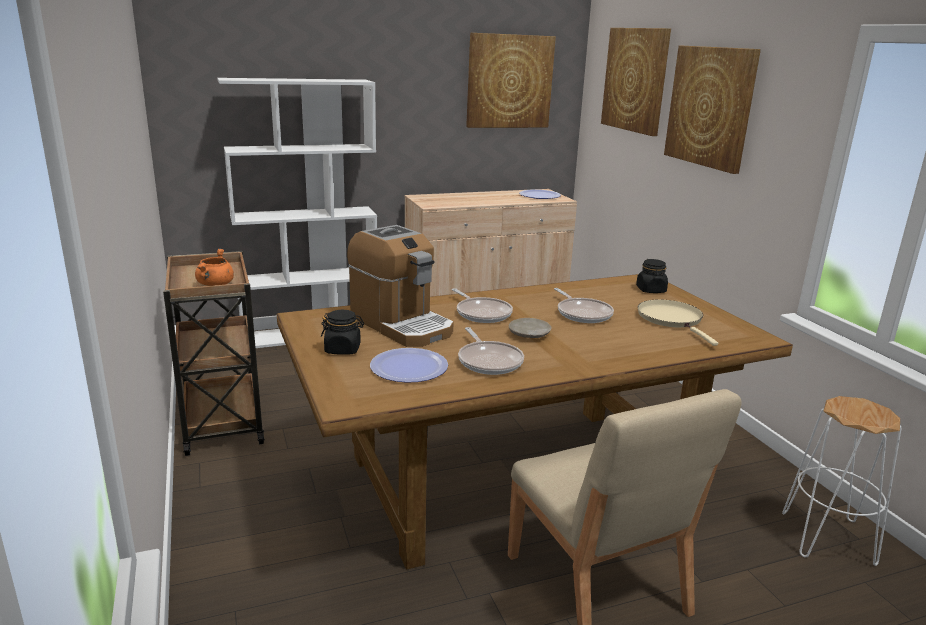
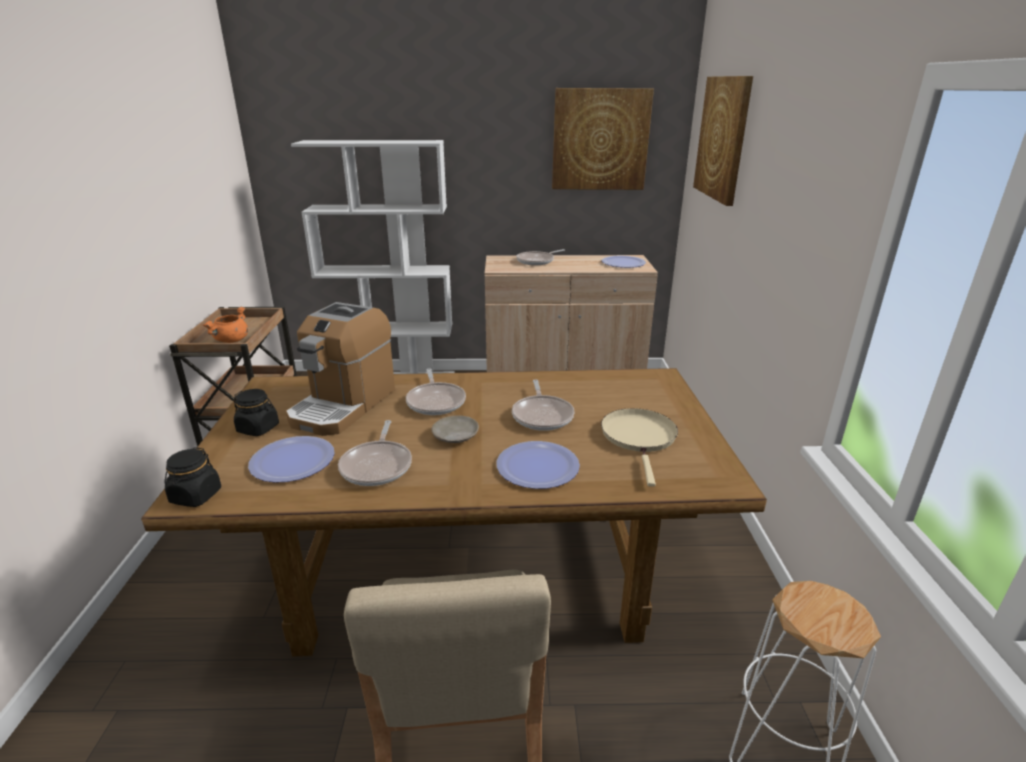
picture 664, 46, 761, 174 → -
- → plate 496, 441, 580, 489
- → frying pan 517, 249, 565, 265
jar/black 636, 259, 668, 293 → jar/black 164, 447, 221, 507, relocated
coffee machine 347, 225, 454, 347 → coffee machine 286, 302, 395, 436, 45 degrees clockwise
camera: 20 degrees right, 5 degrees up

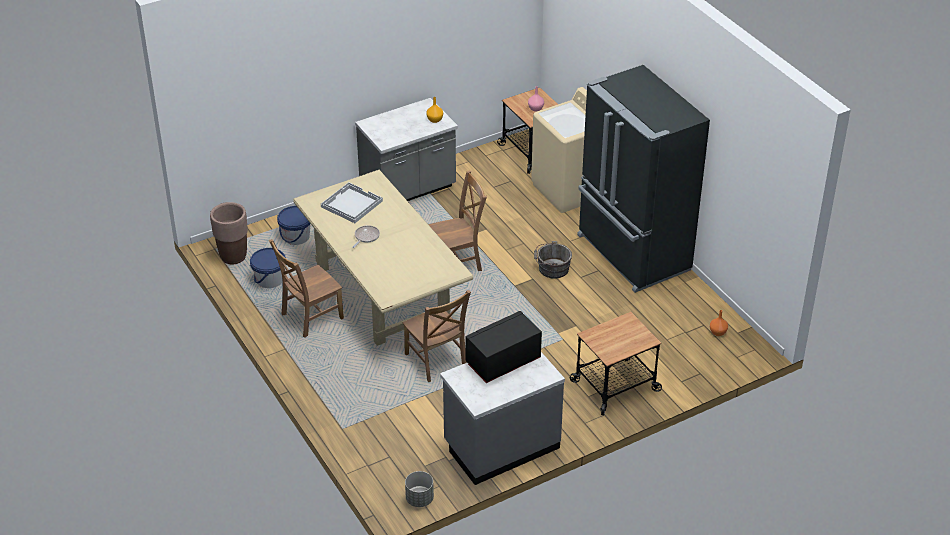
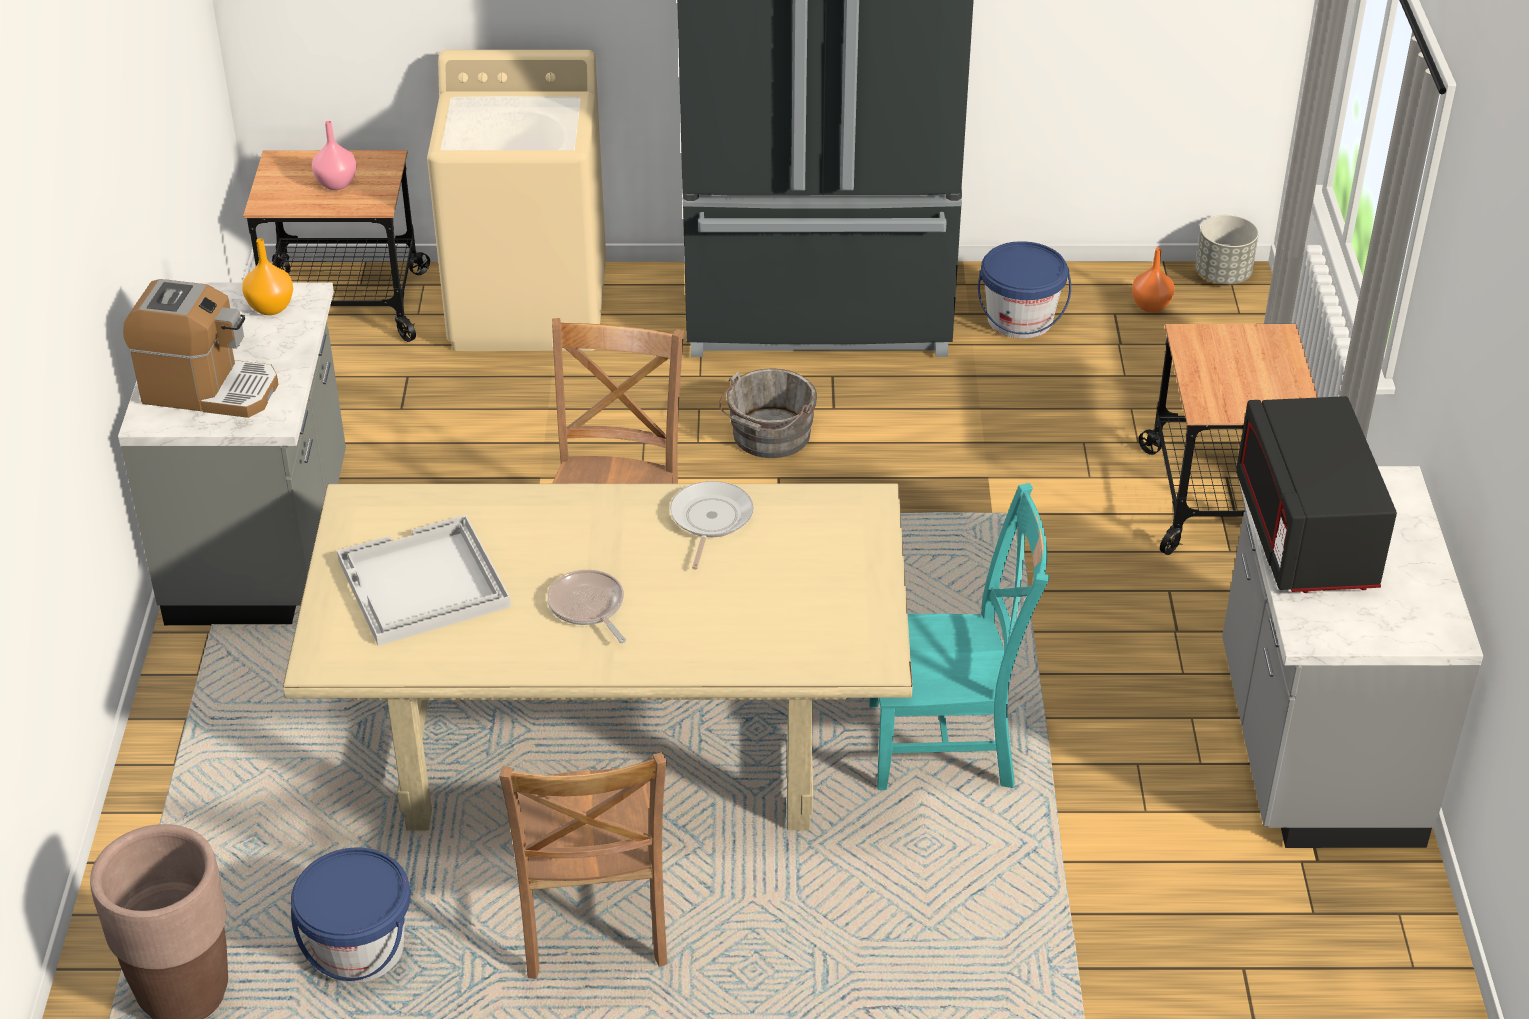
- → coffee machine 123, 279, 279, 418
- → frying pan 670, 481, 754, 570
bucket/blue 277, 206, 311, 245 → bucket/blue 978, 241, 1071, 338, relocated
planter/grey 405, 471, 434, 507 → planter/grey 1195, 215, 1259, 284, relocated
chair/brown 403, 290, 471, 382 → chair/turquoise 869, 483, 1050, 790
camera: 60 degrees left, 0 degrees up

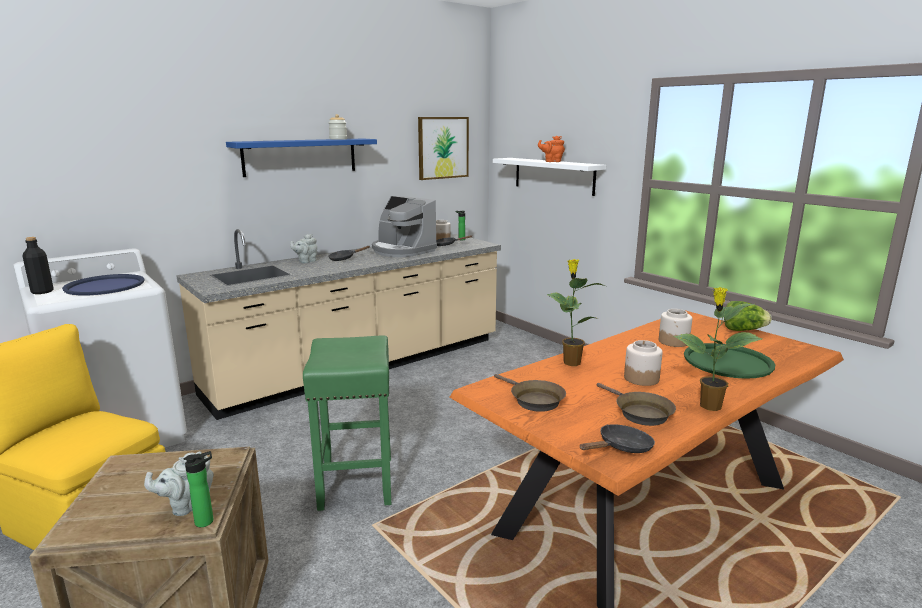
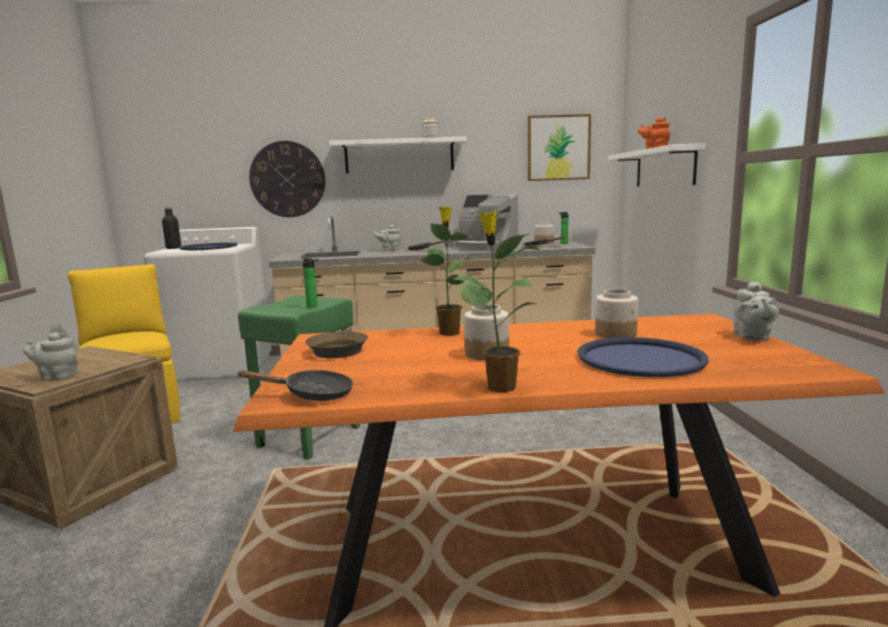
frying pan/brown 597, 383, 676, 426 → -
- → wall clock 249, 141, 325, 217
bottle 184, 451, 213, 527 → bottle 303, 258, 319, 307, relocated
lettuce 724, 301, 772, 331 → teapot/grey 733, 281, 779, 341
shelf/blue 226, 139, 377, 177 → shelf/white 329, 136, 467, 174
tray/green 684, 343, 775, 379 → tray/blue 578, 337, 709, 377
coffee machine 372, 196, 437, 257 → coffee machine 455, 194, 518, 251, 45 degrees counterclockwise
camera: 35 degrees right, 5 degrees down

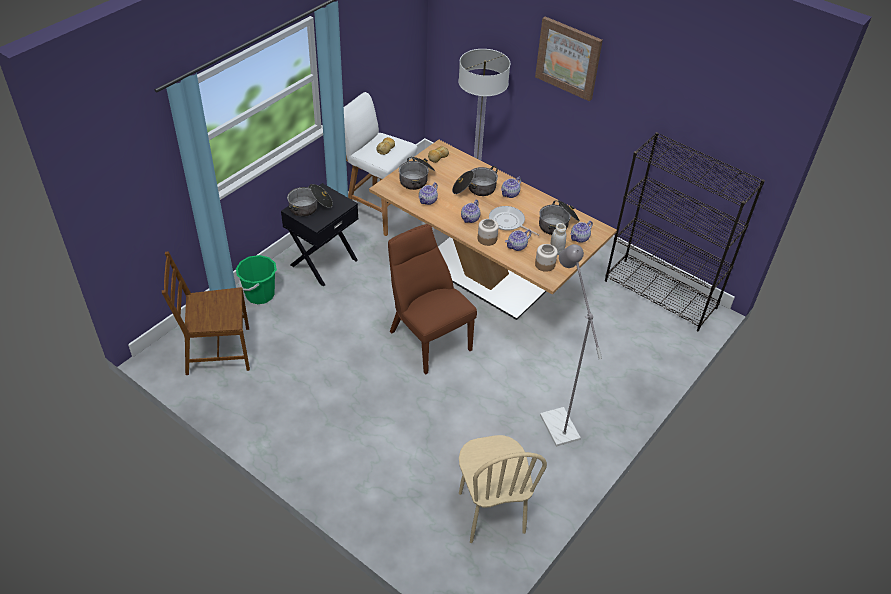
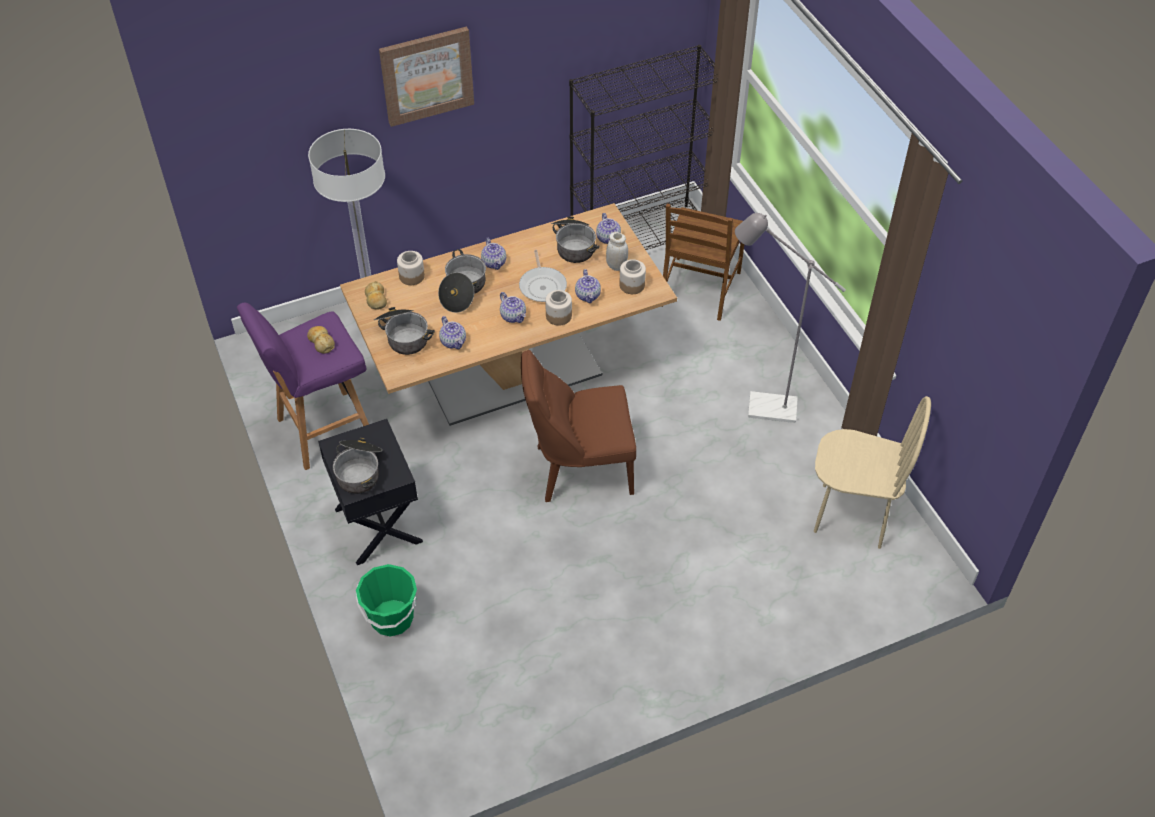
- → jar 397, 251, 425, 285
chair/brown 162, 251, 250, 375 → chair/brown 661, 204, 744, 321, relocated
stool/white 344, 92, 418, 236 → stool/purple 237, 303, 369, 470
frying pan 489, 206, 539, 236 → frying pan 519, 250, 567, 302, 75 degrees counterclockwise
camera: 60 degrees left, 5 degrees up

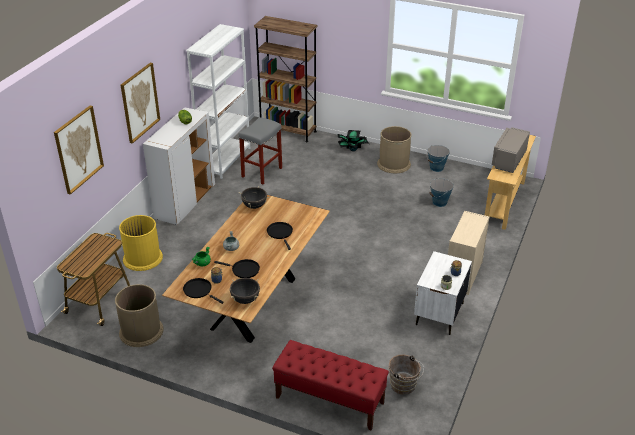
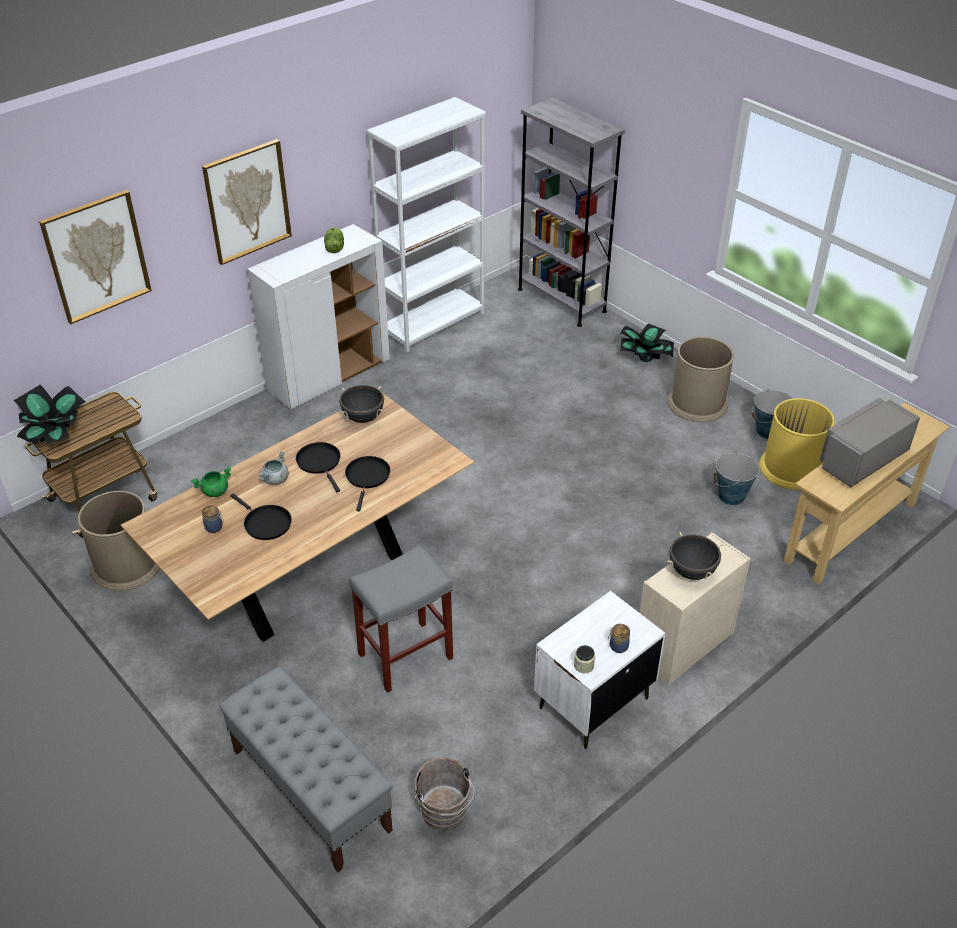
- → potted plant 13, 385, 85, 445
trash can/yellow 119, 215, 163, 271 → trash can/yellow 759, 398, 835, 490, relocated
frying pan/black 183, 278, 224, 304 → frying pan/black 296, 442, 340, 492, relocated
cooking pot/black 230, 278, 260, 304 → cooking pot/black 667, 532, 723, 580, relocated
stool/grey 238, 117, 282, 184 → stool/grey 349, 545, 453, 693, relocated
bookcase/brown 254, 16, 317, 143 → bookcase/grey 518, 97, 625, 327
bench/red 272, 340, 389, 430 → bench/grey 219, 666, 393, 872
camera: 25 degrees right, 5 degrees up

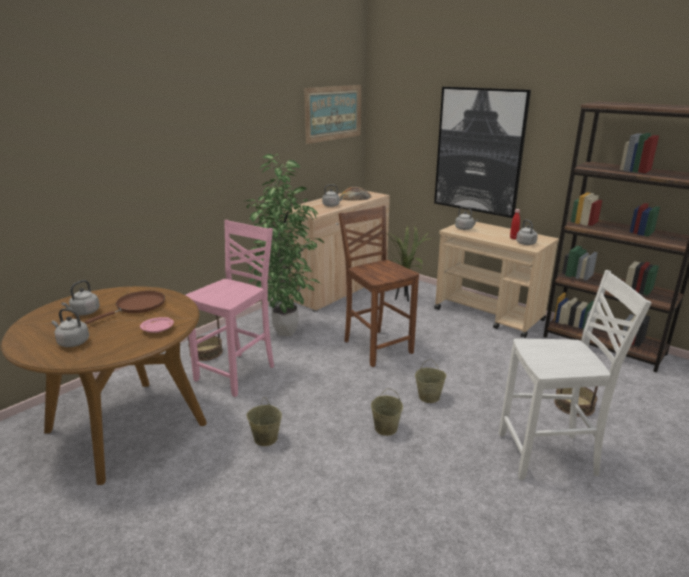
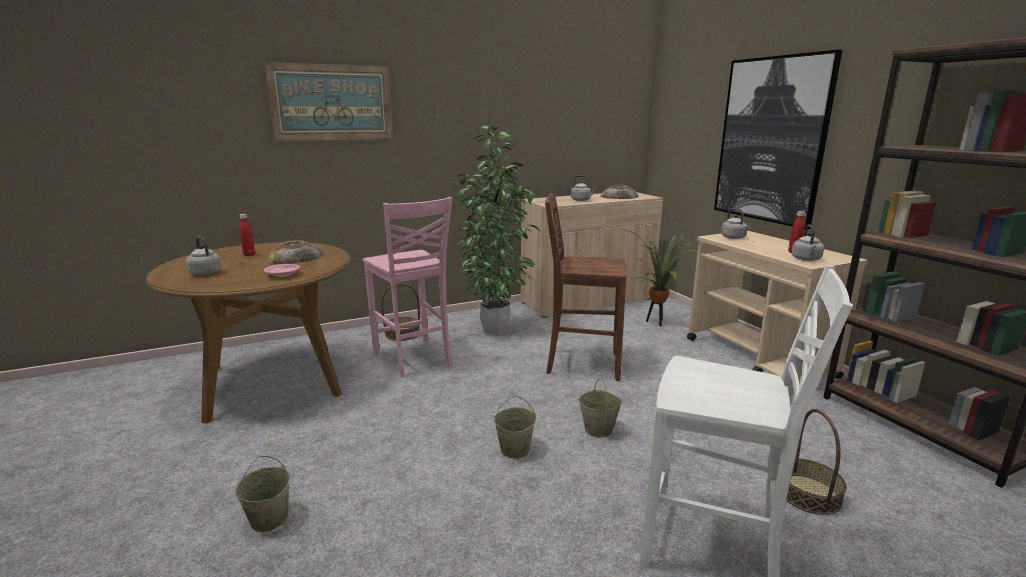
bucket/beige 246, 397, 282, 446 → bucket/beige 235, 456, 290, 532, relocated
picture 304, 85, 361, 144 → picture 264, 62, 393, 141, relocated
kettle/grey 61, 280, 100, 315 → bottle/red 240, 214, 255, 256
frying pan/brown 85, 291, 165, 324 → bread 268, 240, 325, 264
chair/pink 186, 220, 274, 397 → chair/pink 363, 197, 452, 377, 90 degrees clockwise
chair/brown 338, 206, 419, 367 → chair/brown 545, 192, 627, 381, 75 degrees counterclockwise
camera: 25 degrees right, 5 degrees down

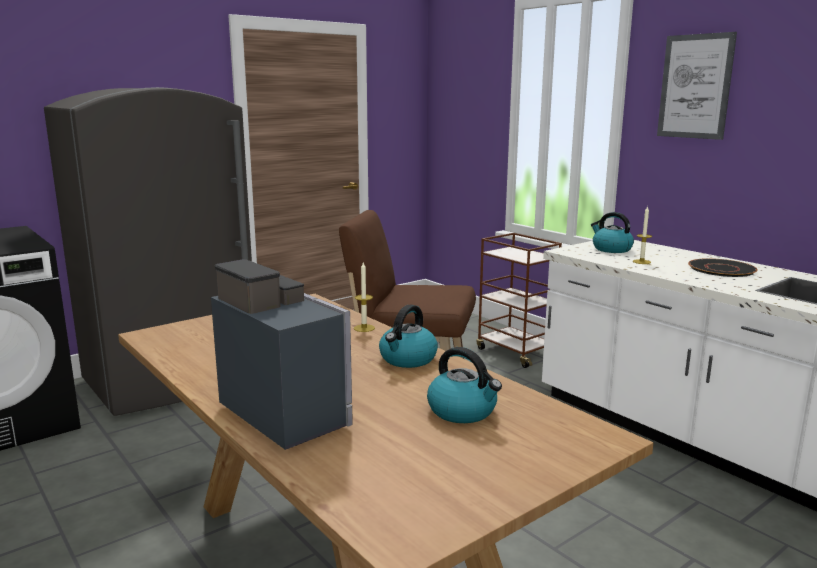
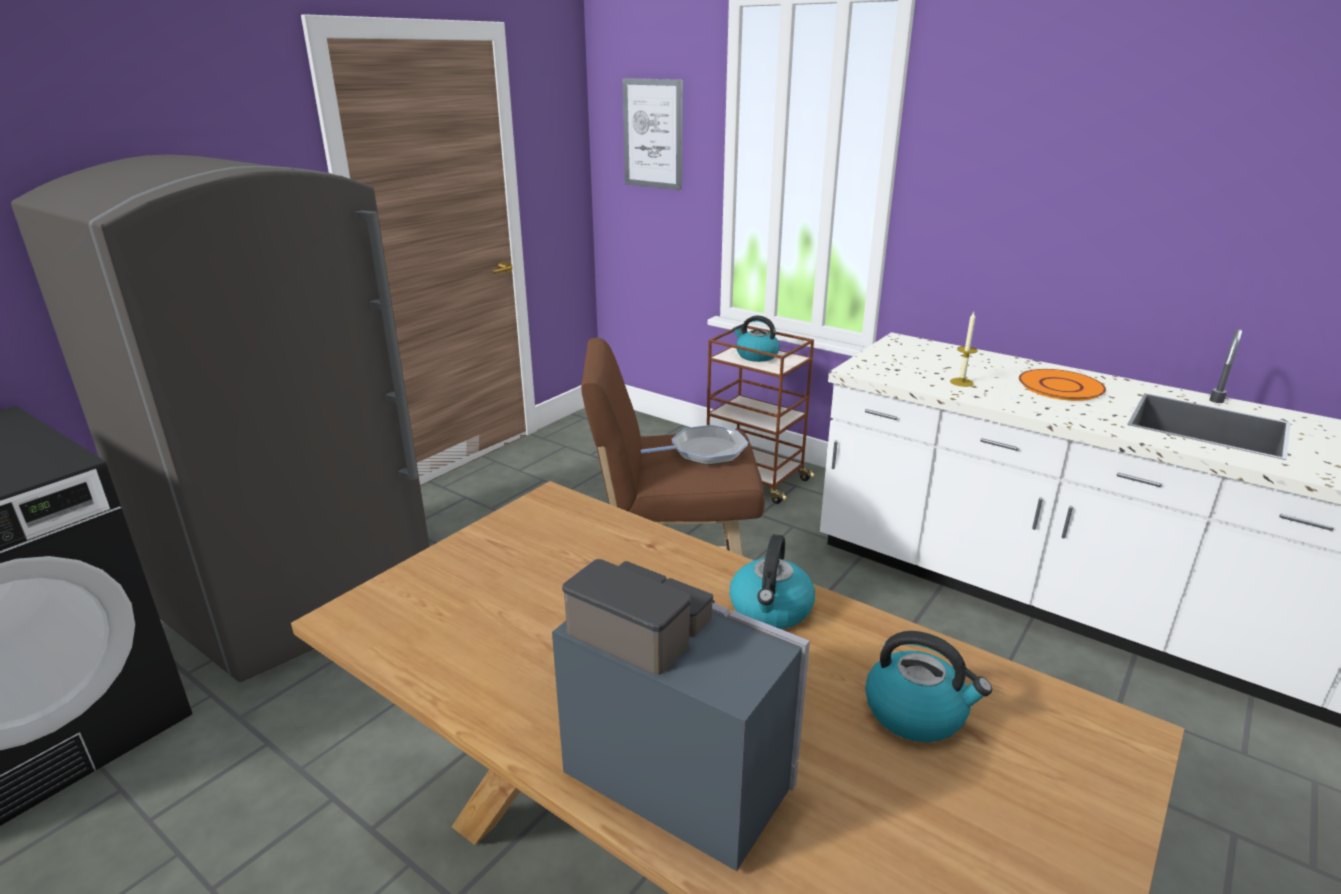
candle 354, 262, 375, 332 → -
- → frying pan 641, 425, 748, 465
kettle 591, 212, 634, 253 → kettle 733, 316, 780, 362, relocated
picture 657, 32, 737, 140 → picture 622, 78, 683, 190, relocated
plate/black 688, 258, 758, 277 → plate/orange 1019, 369, 1106, 401
camera: 15 degrees left, 10 degrees up

